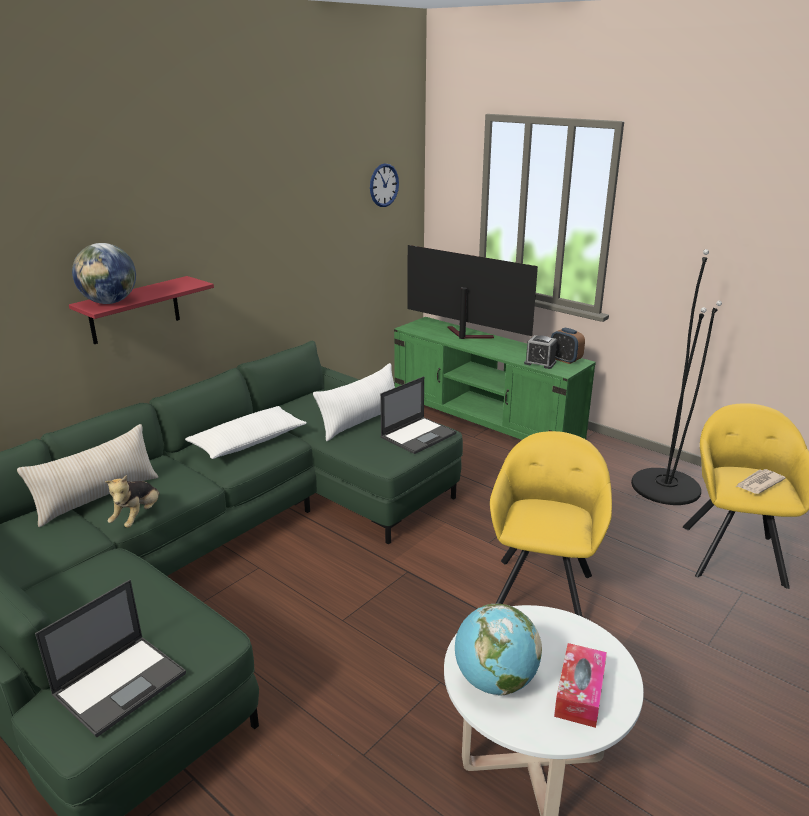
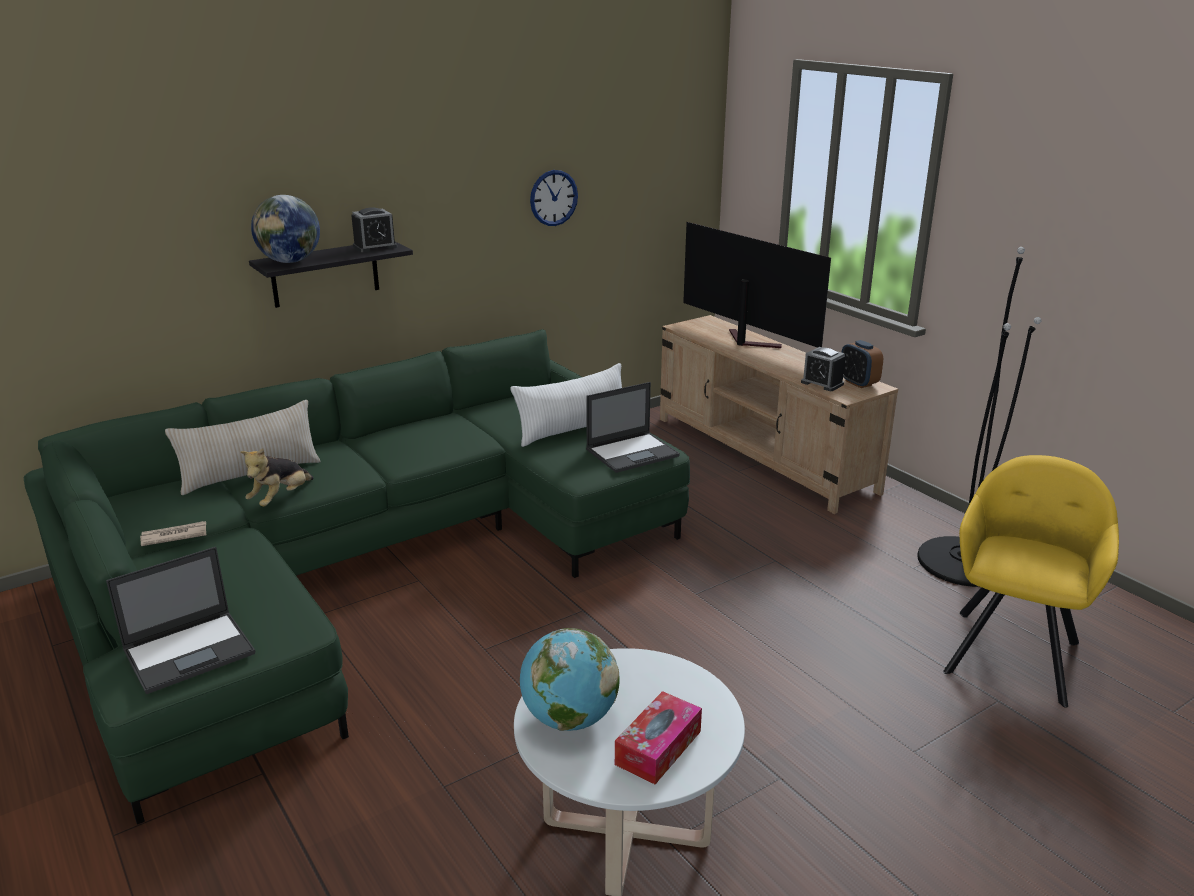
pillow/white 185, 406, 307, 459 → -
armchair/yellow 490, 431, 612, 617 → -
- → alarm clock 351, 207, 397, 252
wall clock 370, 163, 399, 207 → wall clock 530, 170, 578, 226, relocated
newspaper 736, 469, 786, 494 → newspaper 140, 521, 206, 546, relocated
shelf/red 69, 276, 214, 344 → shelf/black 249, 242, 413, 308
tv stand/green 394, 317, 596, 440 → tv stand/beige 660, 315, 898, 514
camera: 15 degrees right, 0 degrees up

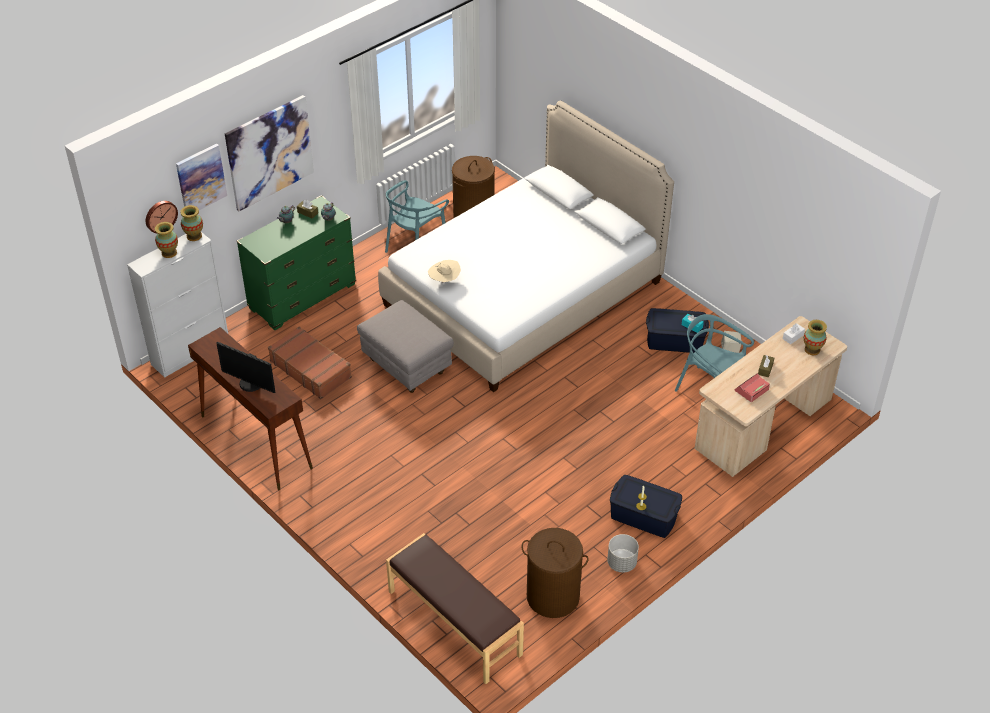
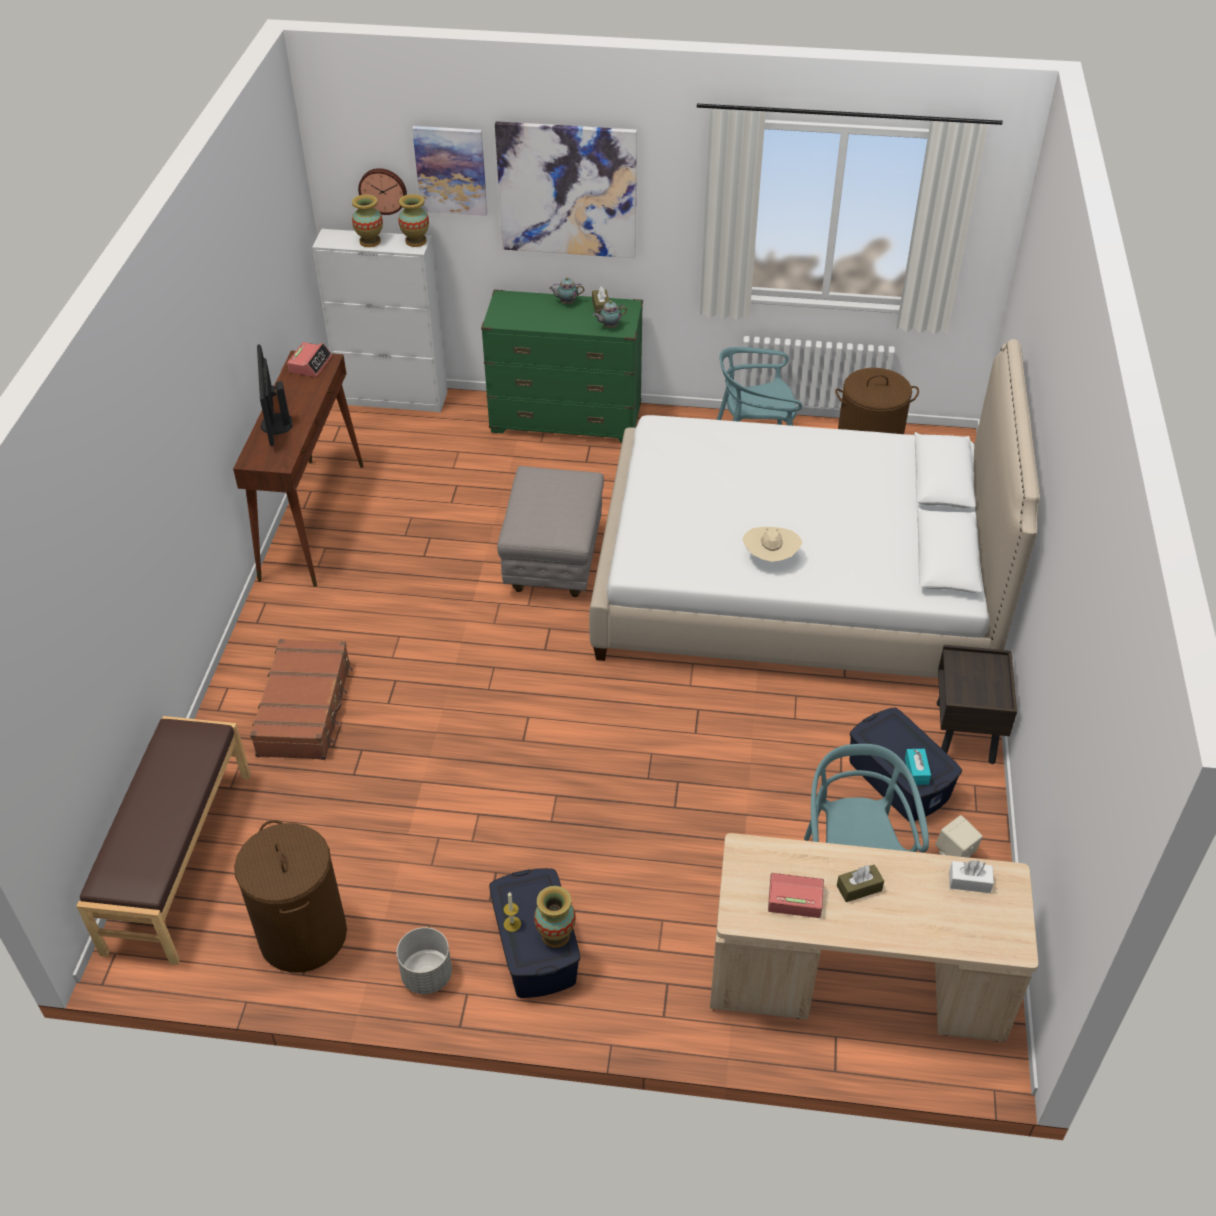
- → alarm clock 287, 342, 332, 377
- → nightstand/brown 937, 645, 1017, 764
suitcase/brown 268, 327, 352, 399 → suitcase/brown 250, 639, 353, 760, relocated
hat/beige 428, 260, 461, 283 → hat/beige 743, 527, 802, 562, relocated
vase 804, 320, 827, 355 → vase 534, 886, 576, 948, relocated
camera: 50 degrees right, 0 degrees up

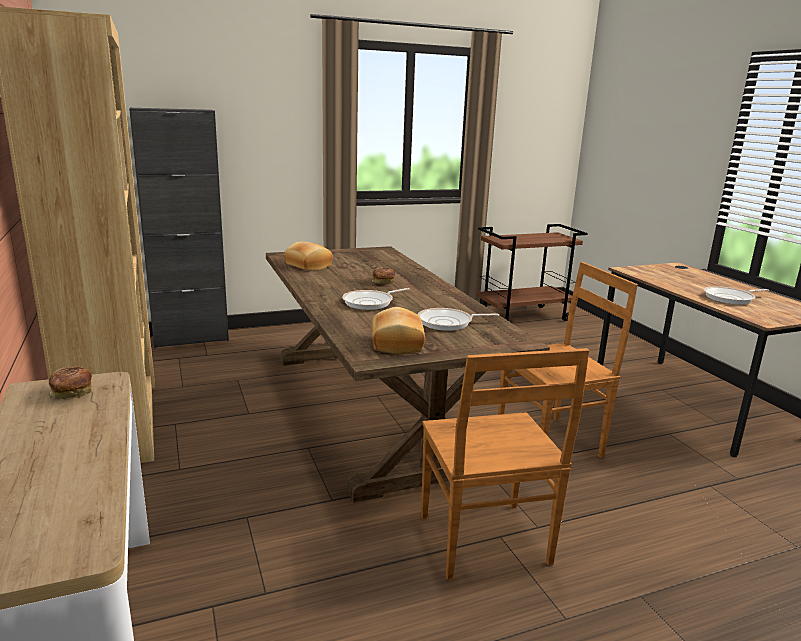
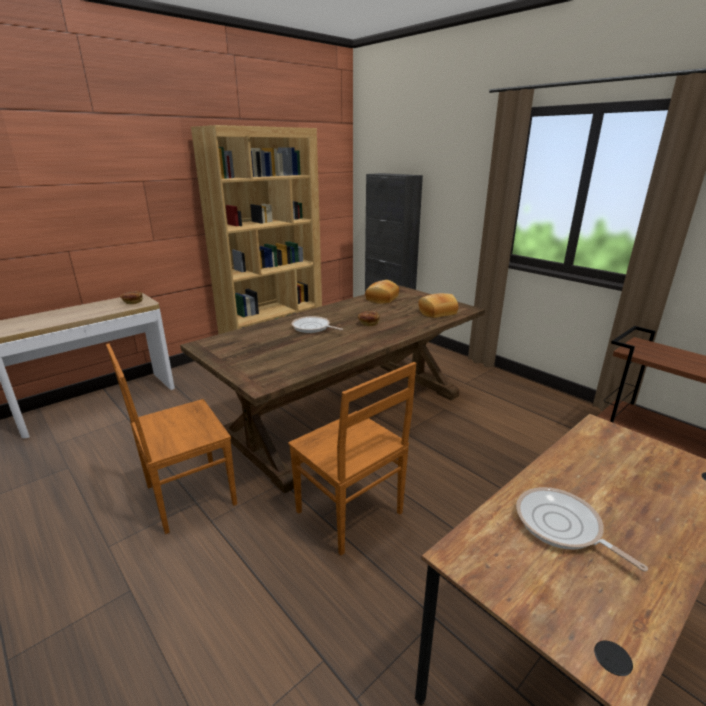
frying pan 418, 308, 499, 331 → -
bread 372, 307, 425, 354 → bread 418, 293, 458, 318, relocated
camera: 70 degrees right, 5 degrees up

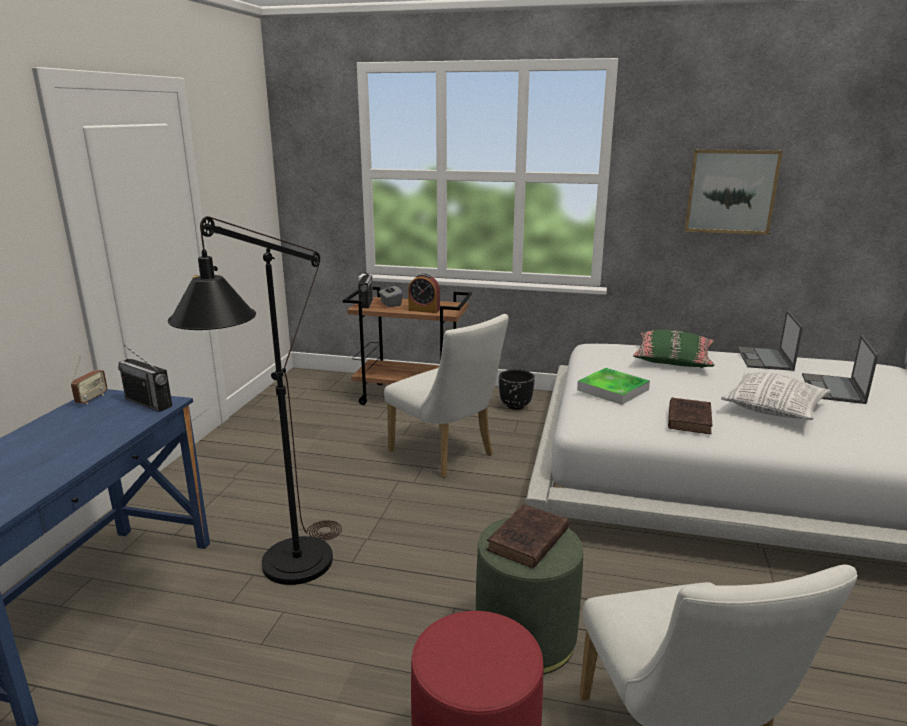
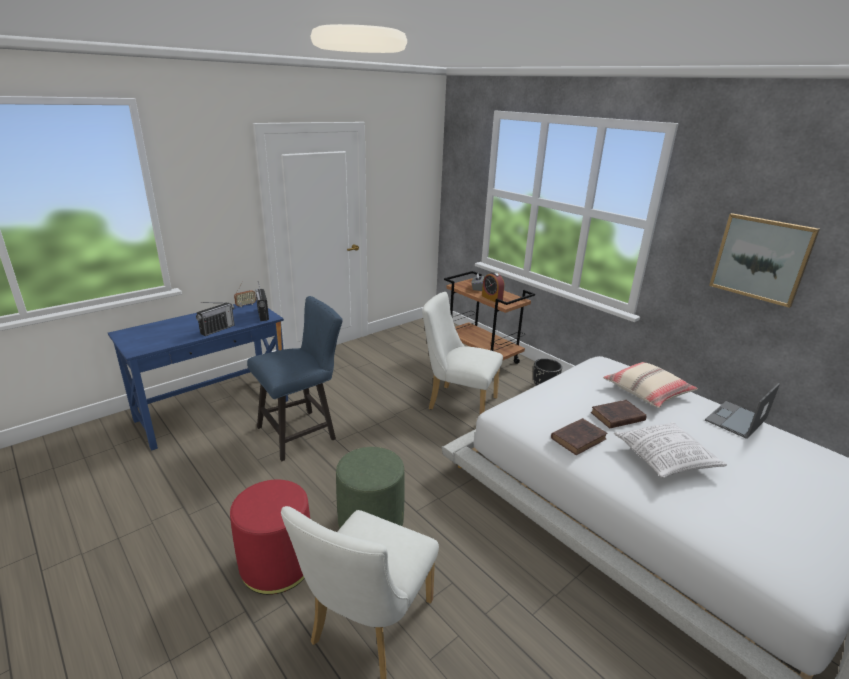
tray 577, 368, 650, 405 → -
laptop 802, 335, 878, 404 → -
radio 358, 272, 373, 308 → radio 196, 302, 235, 336, relocated
book/brown 487, 504, 569, 568 → book/brown 591, 400, 647, 429, relocated
floor lamp/black 168, 216, 342, 585 → chair/blue 247, 296, 343, 461
pillow/green 633, 329, 714, 368 → pillow/beige 603, 362, 698, 408
chair/white 384, 314, 509, 478 → chair/white 422, 292, 503, 414, 120 degrees clockwise
camera: 35 degrees right, 5 degrees up

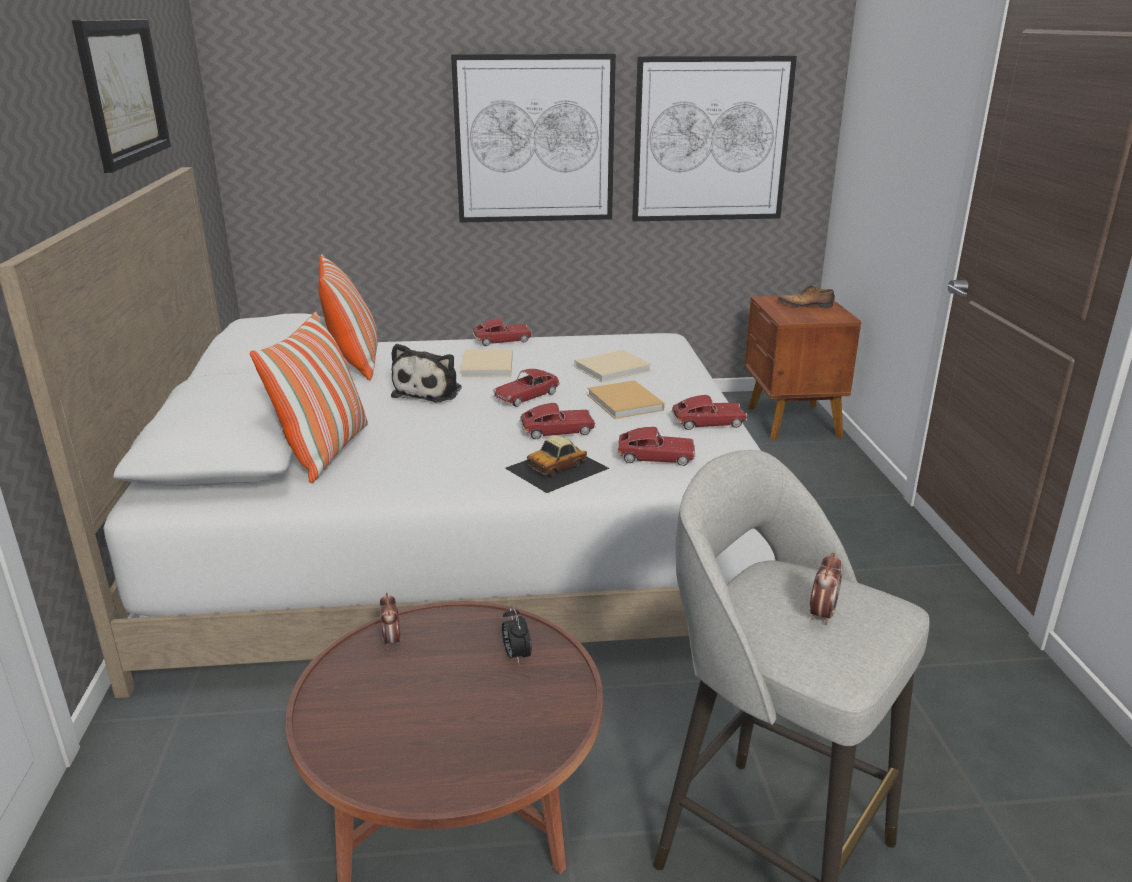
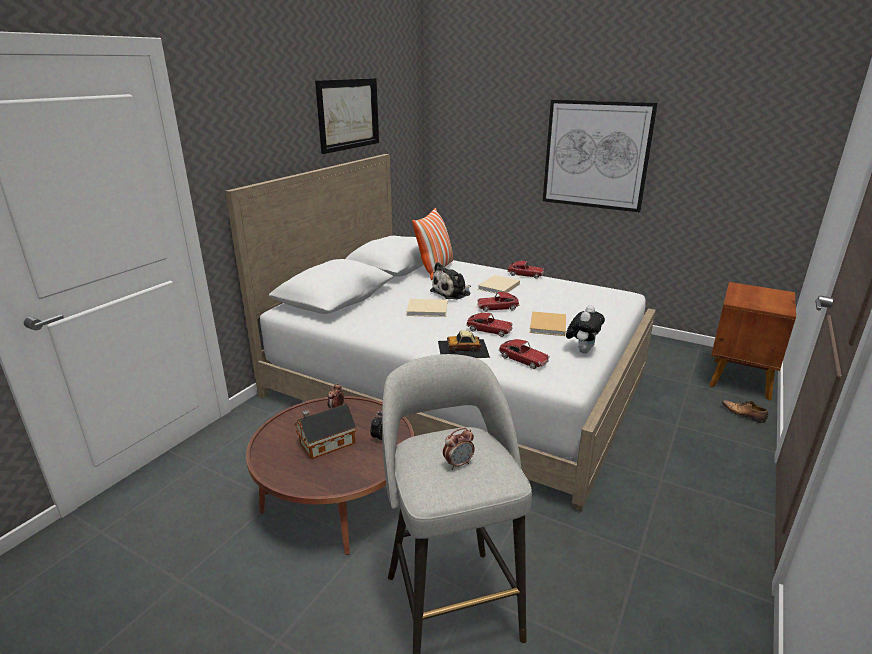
pillow 250, 312, 368, 483 → -
picture 632, 56, 797, 221 → -
- → toy house 295, 404, 356, 459
book/beige 575, 350, 652, 382 → book/beige 406, 299, 447, 317, relocated
shoe 778, 285, 835, 308 → shoe 721, 400, 769, 423, relocated
toy car 671, 395, 747, 430 → plush toy 566, 305, 605, 354
camera: 35 degrees right, 0 degrees up

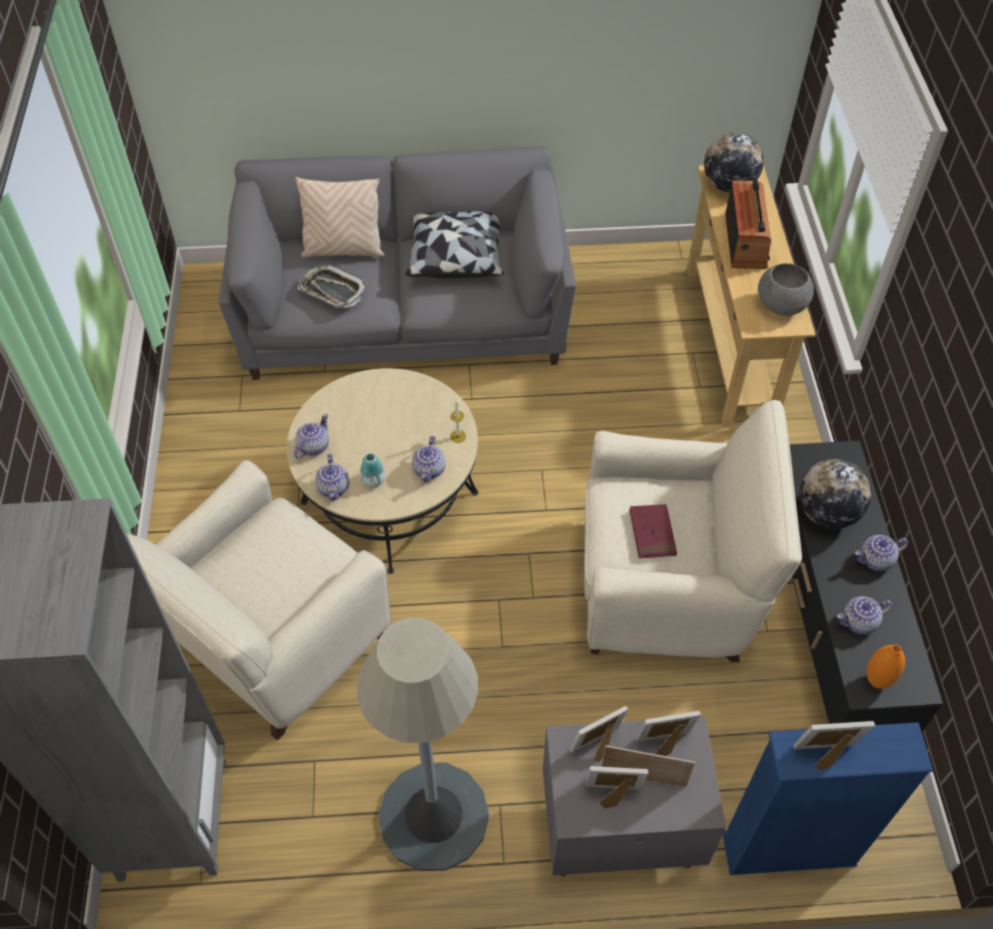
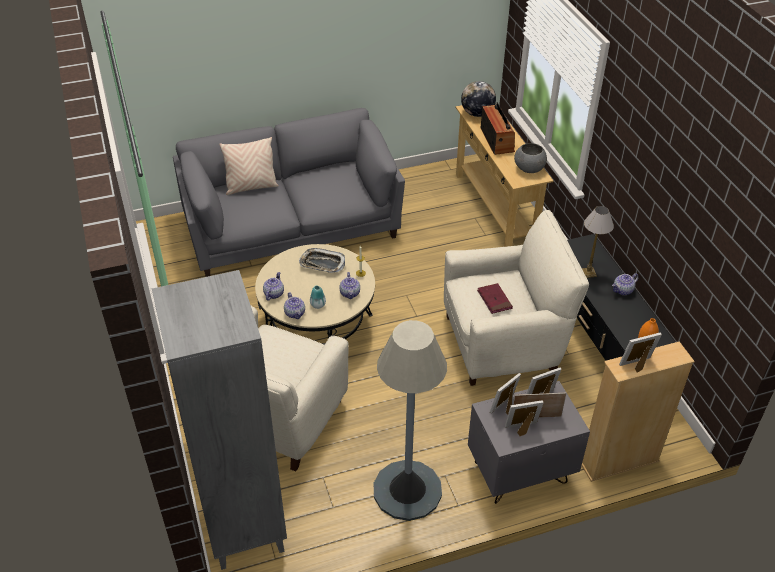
pillow 405, 211, 504, 278 → -
teapot 837, 596, 893, 635 → -
tray 298, 264, 367, 308 → tray 299, 248, 345, 273, relocated
globe 799, 459, 871, 529 → table lamp 582, 206, 614, 278
bookcase/blue 723, 722, 933, 875 → bookcase/beige 582, 341, 695, 482
camera: 15 degrees left, 10 degrees down

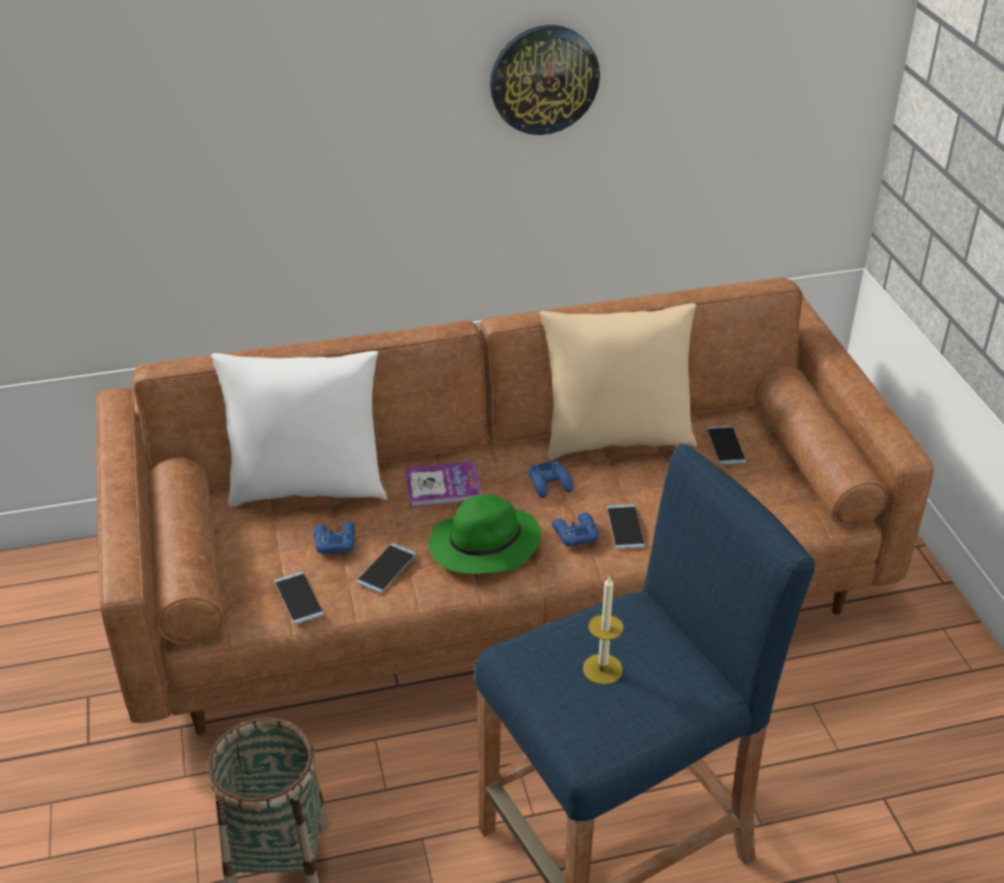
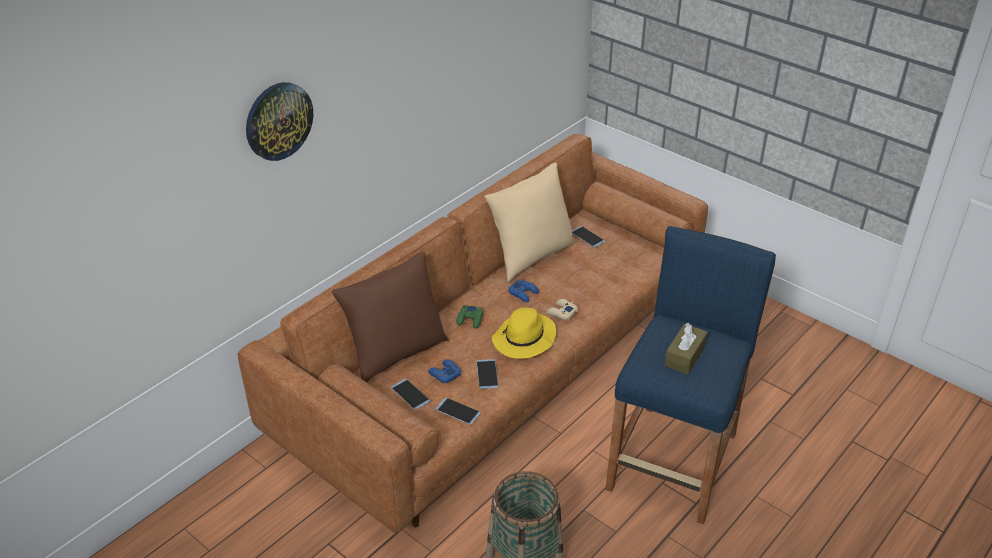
wall clock 490, 25, 600, 135 → wall clock 246, 82, 313, 161, relocated
phone 607, 504, 645, 549 → phone 391, 379, 430, 410, relocated
book 405, 461, 482, 508 → game controller/green 456, 305, 484, 328
candle 583, 575, 623, 685 → tissue box/brown 664, 323, 708, 374
pillow/white 211, 351, 387, 507 → pillow/brown 332, 251, 449, 382
hat/green 429, 494, 541, 574 → hat/yellow 492, 308, 556, 359
game controller/blue 552, 512, 599, 547 → game controller/beige 547, 299, 578, 320
camera: 35 degrees left, 0 degrees up

